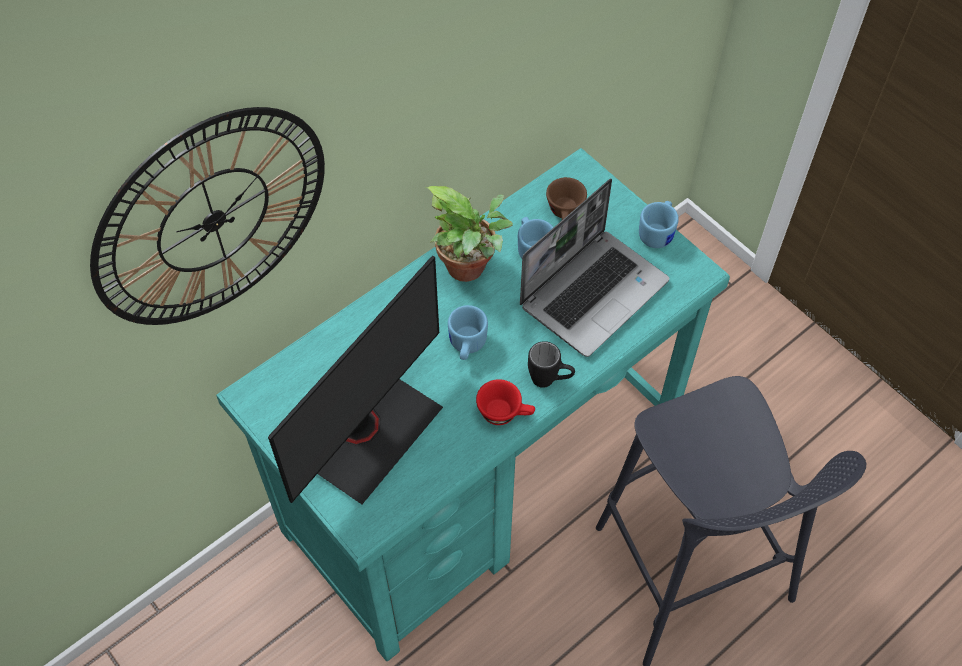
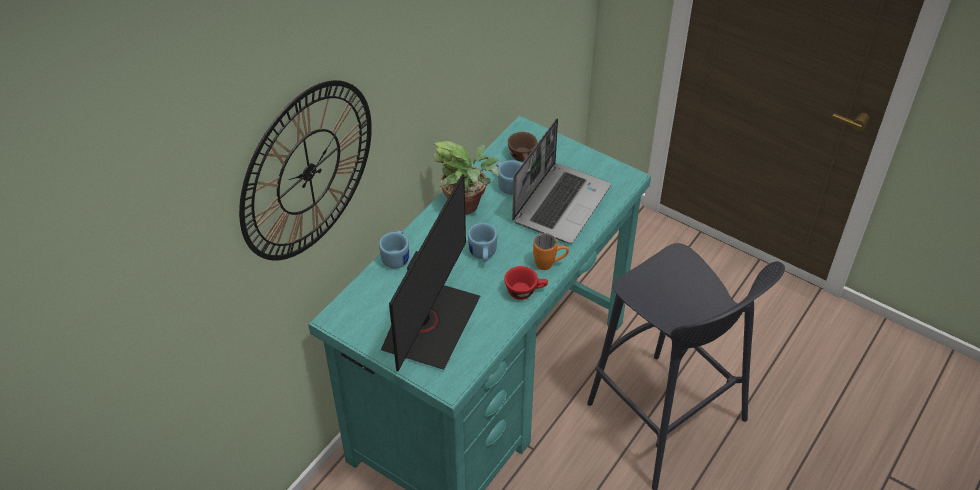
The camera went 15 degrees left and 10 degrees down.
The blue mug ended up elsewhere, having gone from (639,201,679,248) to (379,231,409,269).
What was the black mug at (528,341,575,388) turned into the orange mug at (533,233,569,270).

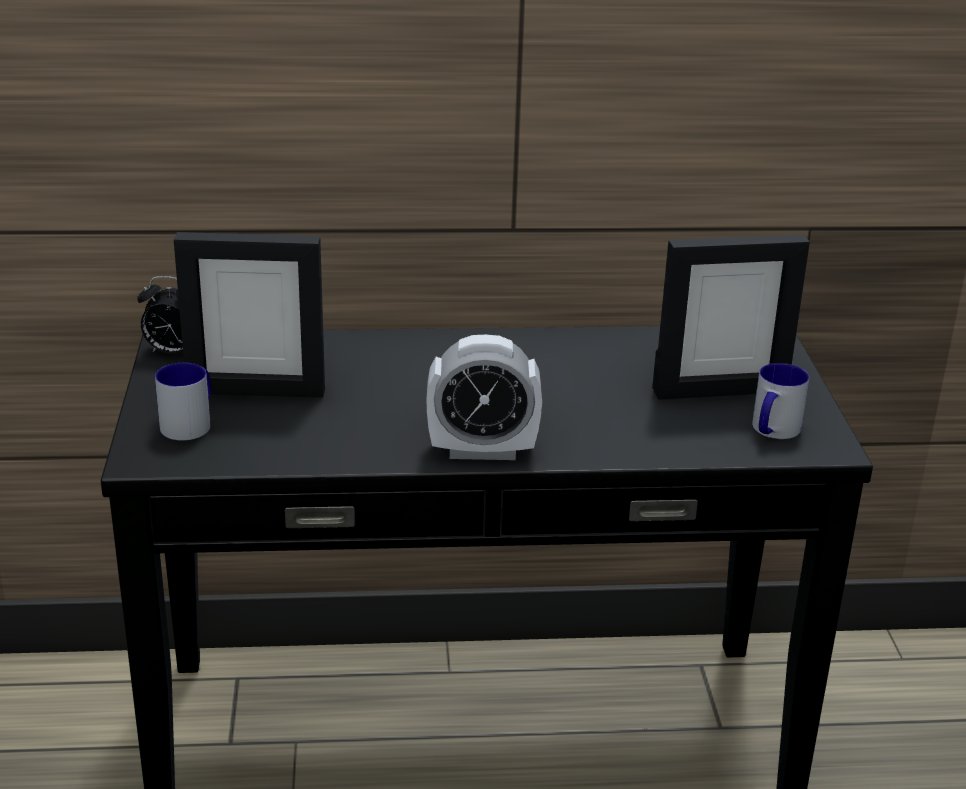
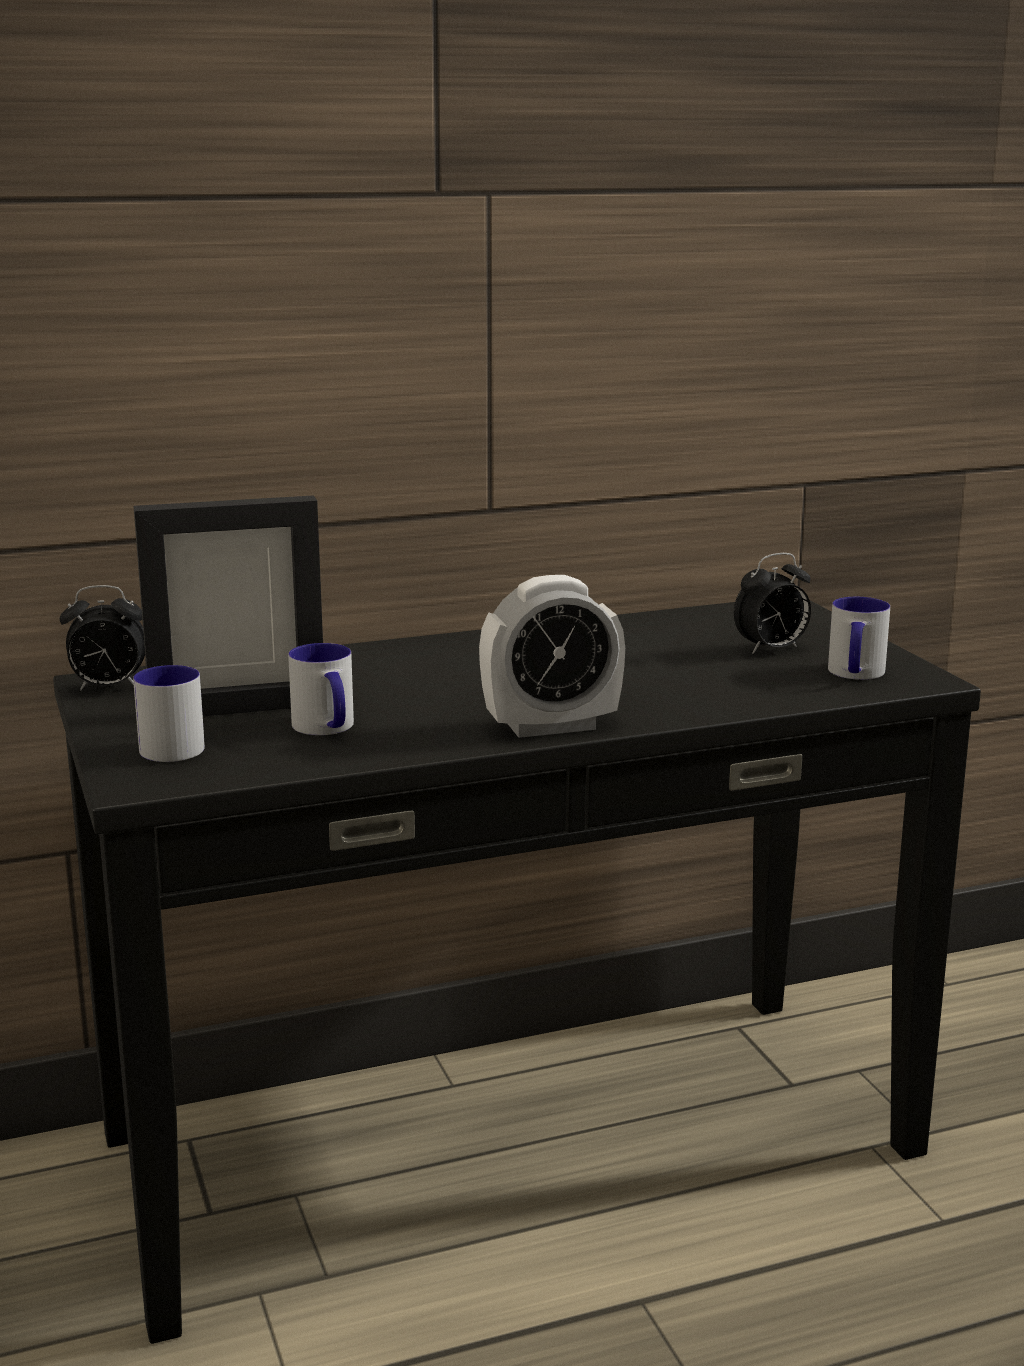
The camera went 15 degrees left and 10 degrees down.
The second view gained the mug at (288,643,354,735).
Where the picture frame stood at (652,235,810,400), the alarm clock came to stand at (734,553,811,654).

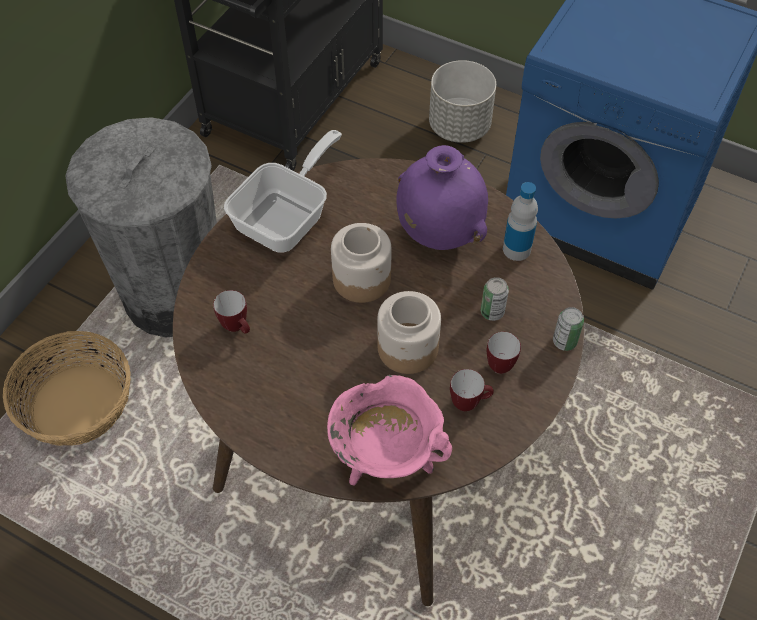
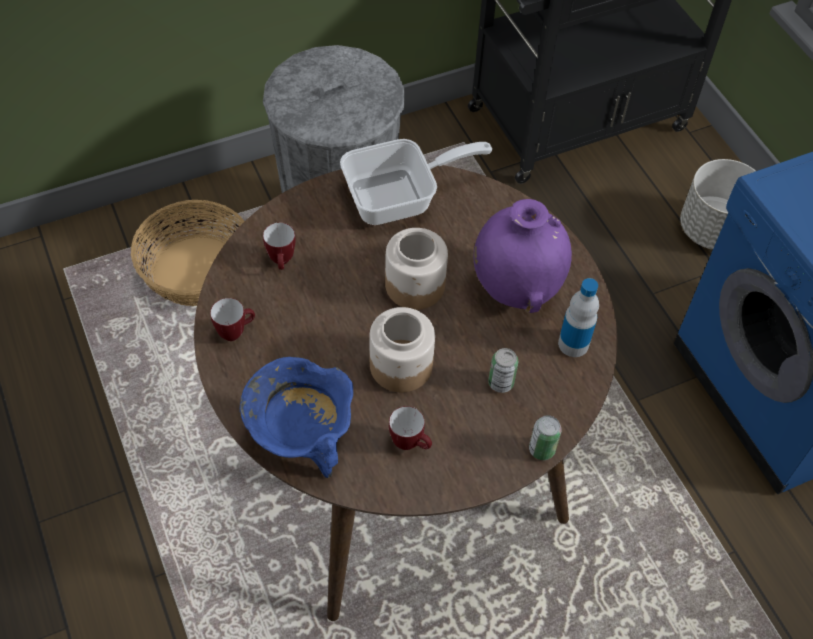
The camera went 35 degrees right and 0 degrees up.
The mug ended up elsewhere, having gone from (486,332,521,374) to (210,298,255,341).
What was the pink cooking pot at (327,375,452,486) turned into the blue cooking pot at (240,357,353,478).

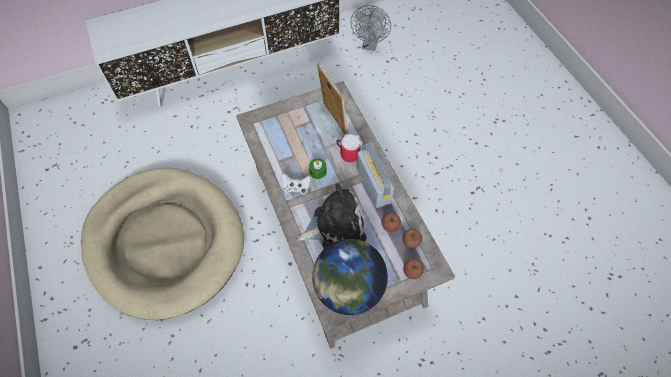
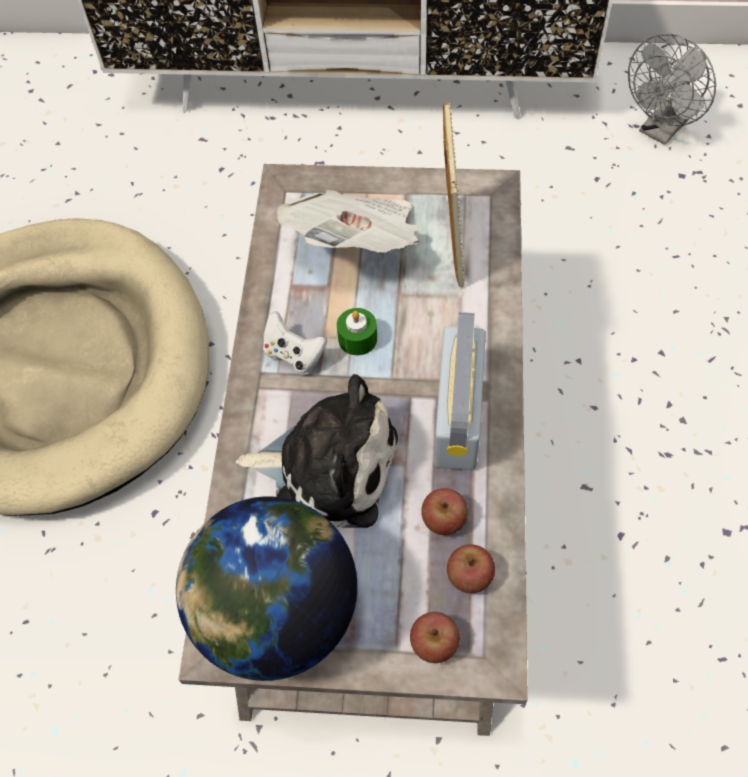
The camera went 30 degrees right and 0 degrees up.
The second view gained the newspaper at (277,190,420,253).
The second view lost the mug at (336,134,361,162).

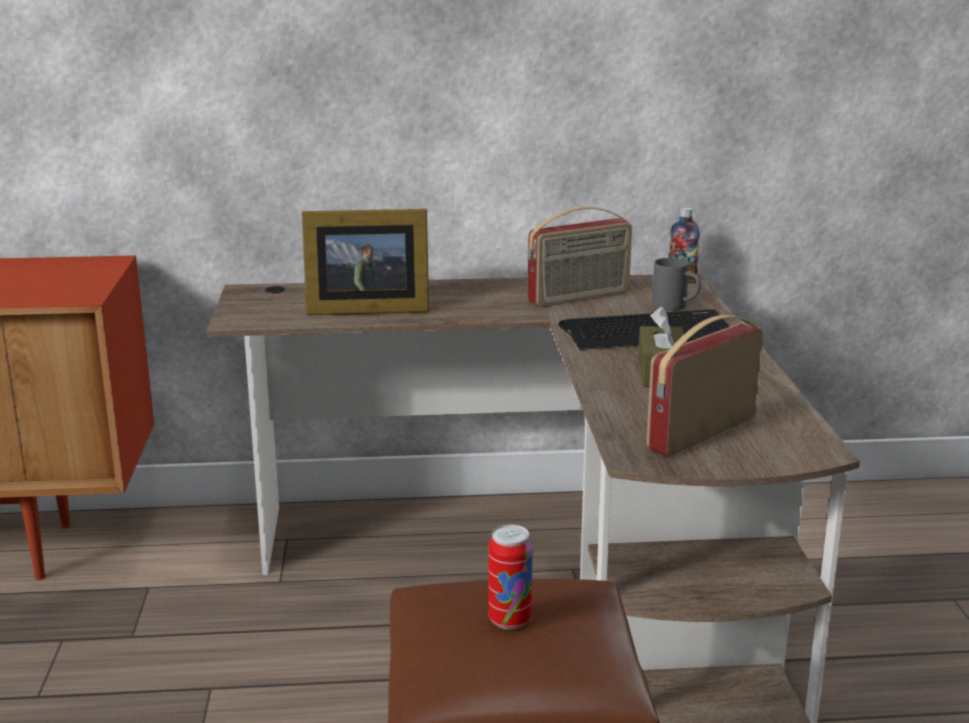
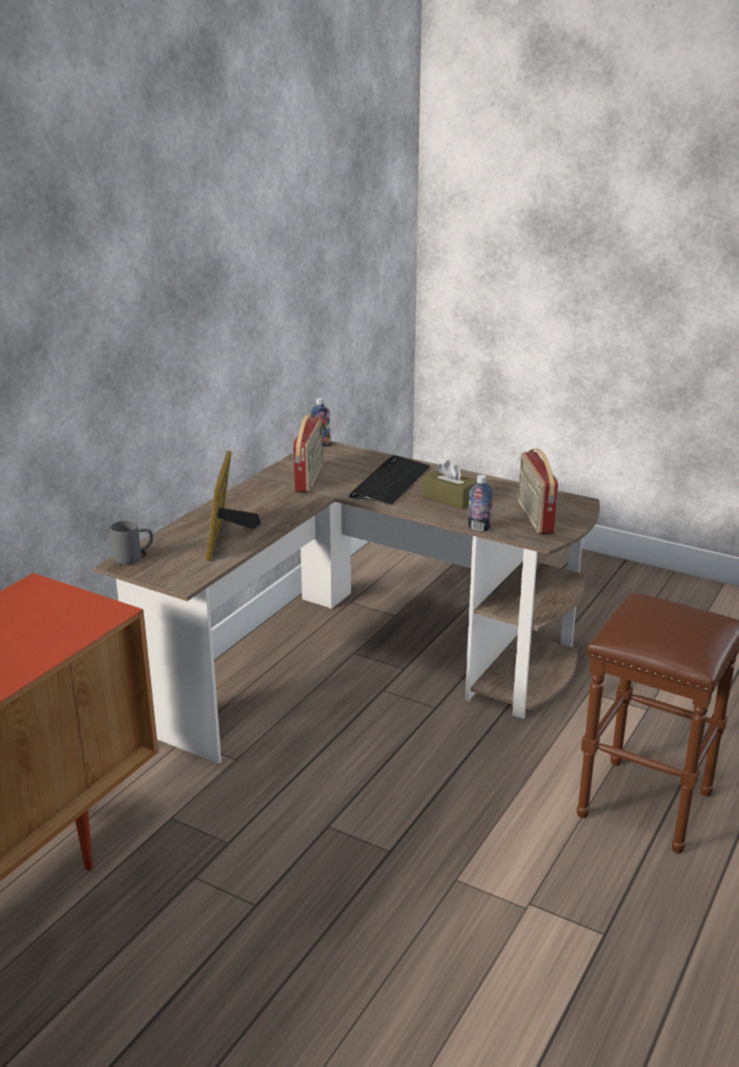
The camera went 55 degrees left and 5 degrees up.
The grey mug ended up elsewhere, having gone from (652,258,701,311) to (110,521,153,565).
The picture frame at (302,209,429,315) ended up facing another way, 150 degrees clockwise from before.
The second view gained the bottle at (468,474,493,531).
The second view lost the can at (488,525,533,630).

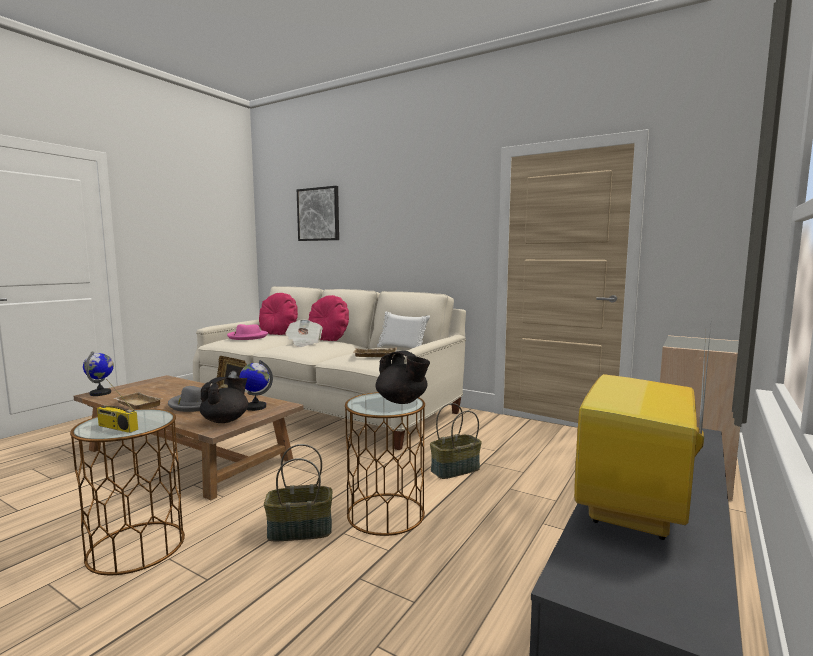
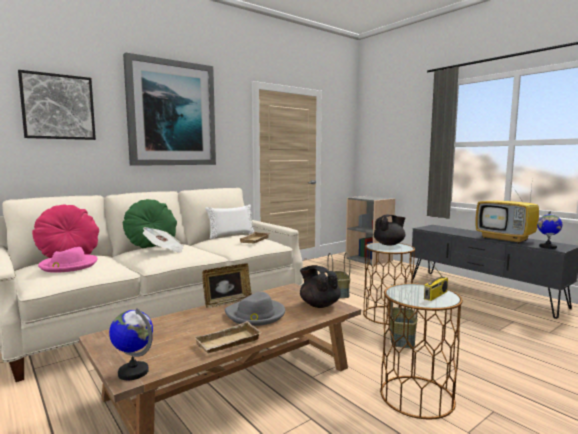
The camera went 70 degrees left and 0 degrees up.
The second view gained the picture at (123,53,216,166).
What was the pink pillow at (309,295,349,341) turned into the green pillow at (123,199,177,248).
The globe ended up elsewhere, having gone from (239,360,273,411) to (537,211,562,249).

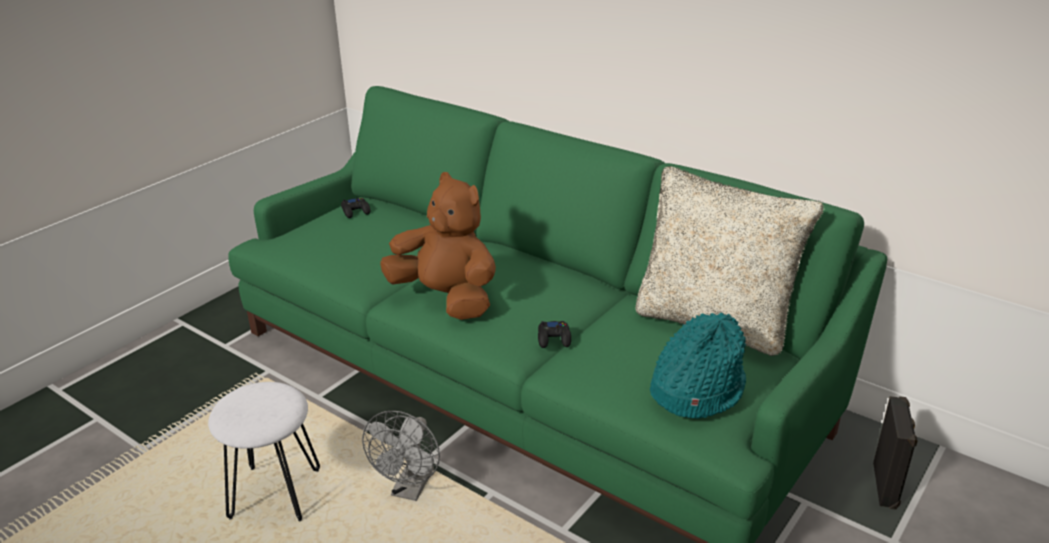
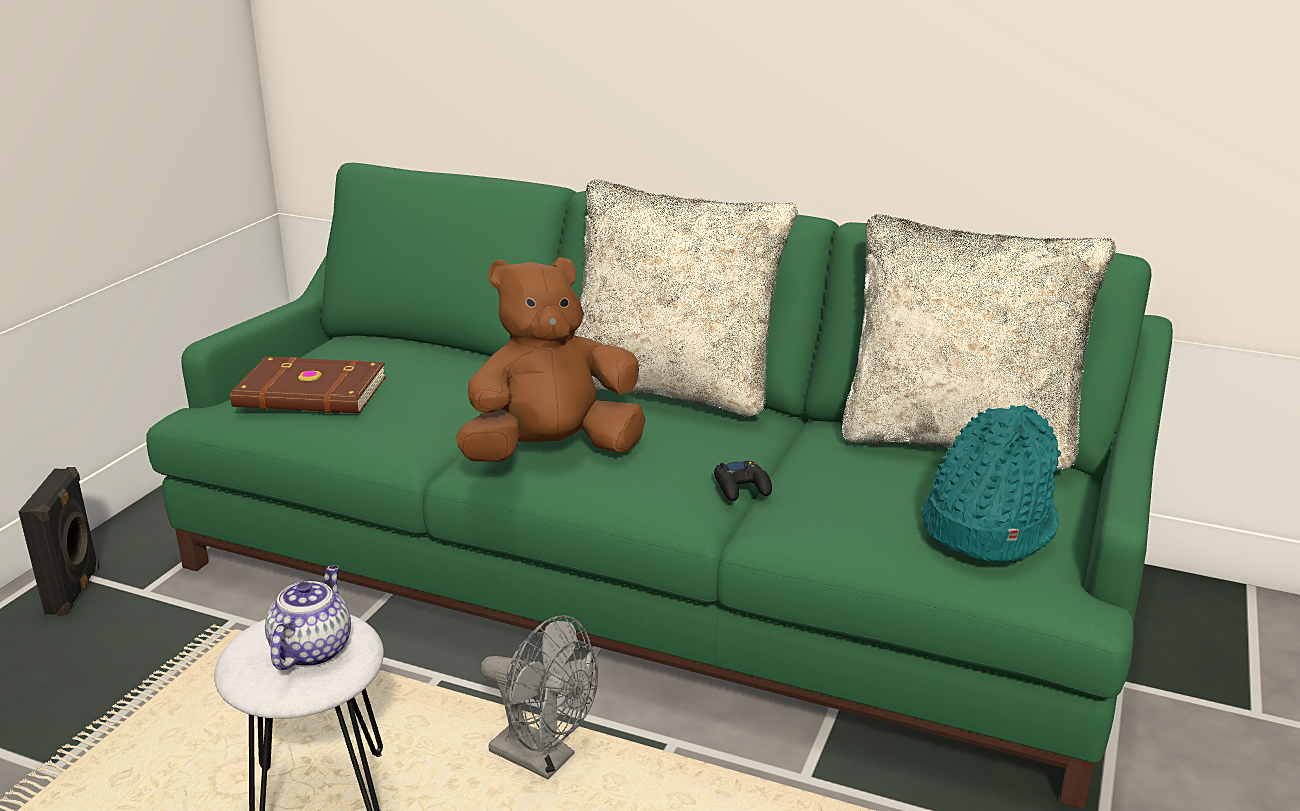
The camera went 15 degrees left and 5 degrees down.
The black speaker ended up elsewhere, having gone from (873,396,918,510) to (19,467,100,616).
The second view gained the brown book at (230,356,386,414).
The second view gained the teapot at (265,565,351,670).
The brown plush toy at (380,172,496,320) ended up facing another way, 45 degrees counterclockwise from before.
The grey fan at (362,411,440,501) ended up facing another way, 60 degrees counterclockwise from before.
The second view gained the beige pillow at (574,179,799,417).
The second view lost the black game controller at (341,198,370,218).

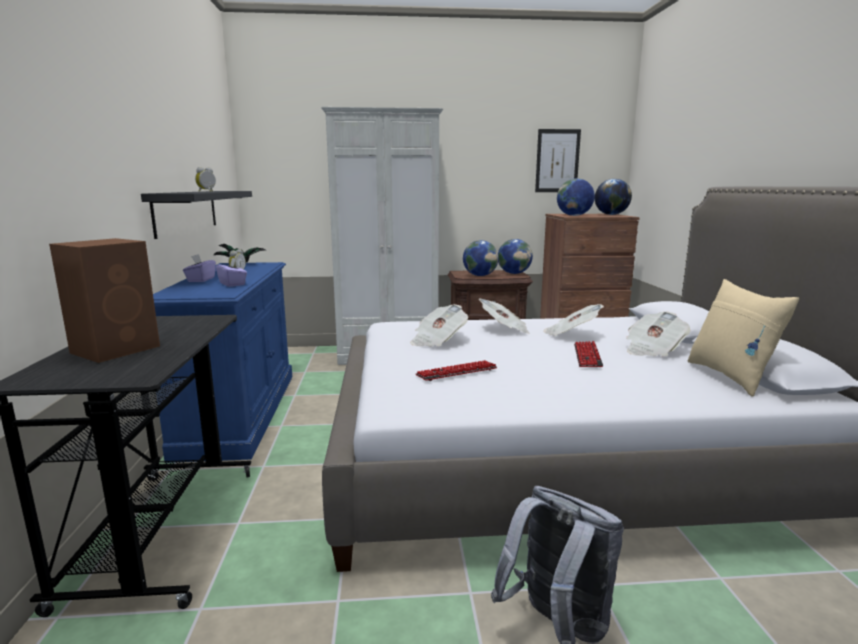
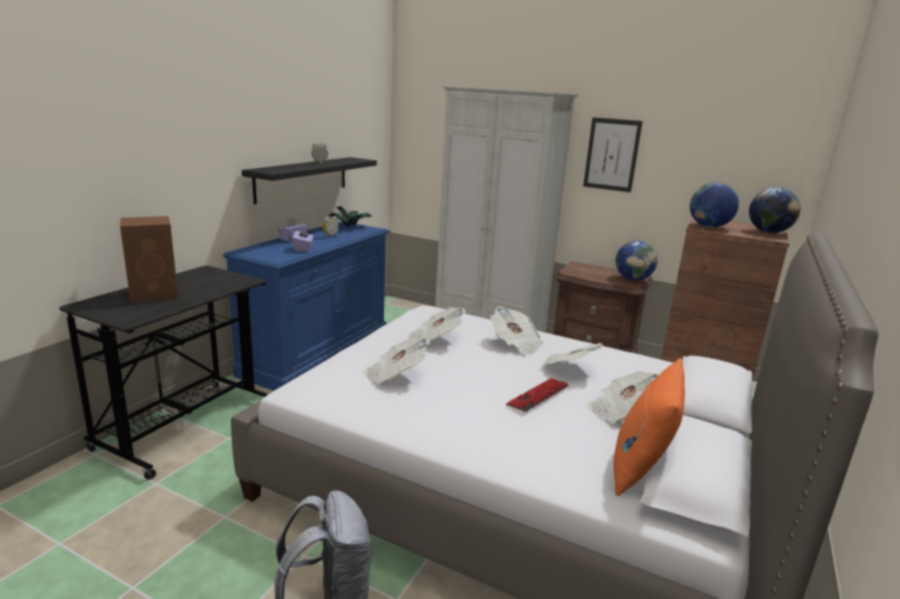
The camera went 30 degrees right and 5 degrees up.
Where the keyboard stood at (416,360,497,381), the newspaper came to stand at (363,337,430,384).
The picture ended up elsewhere, having gone from (535,129,581,192) to (583,117,643,192).
What was the beige pillow at (688,279,799,396) turned into the orange pillow at (613,358,685,496).
The second view lost the globe at (463,240,499,276).

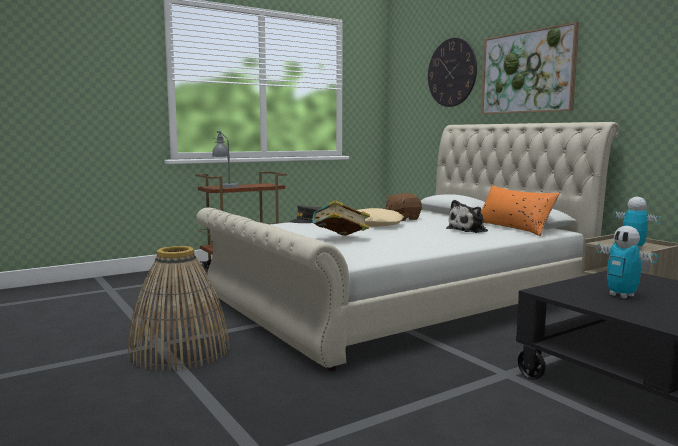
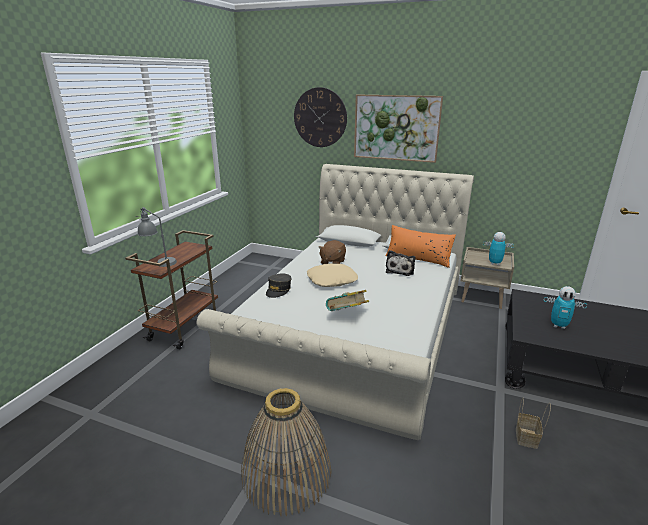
The camera went 35 degrees left and 15 degrees up.
The second view gained the basket at (516,398,551,449).

